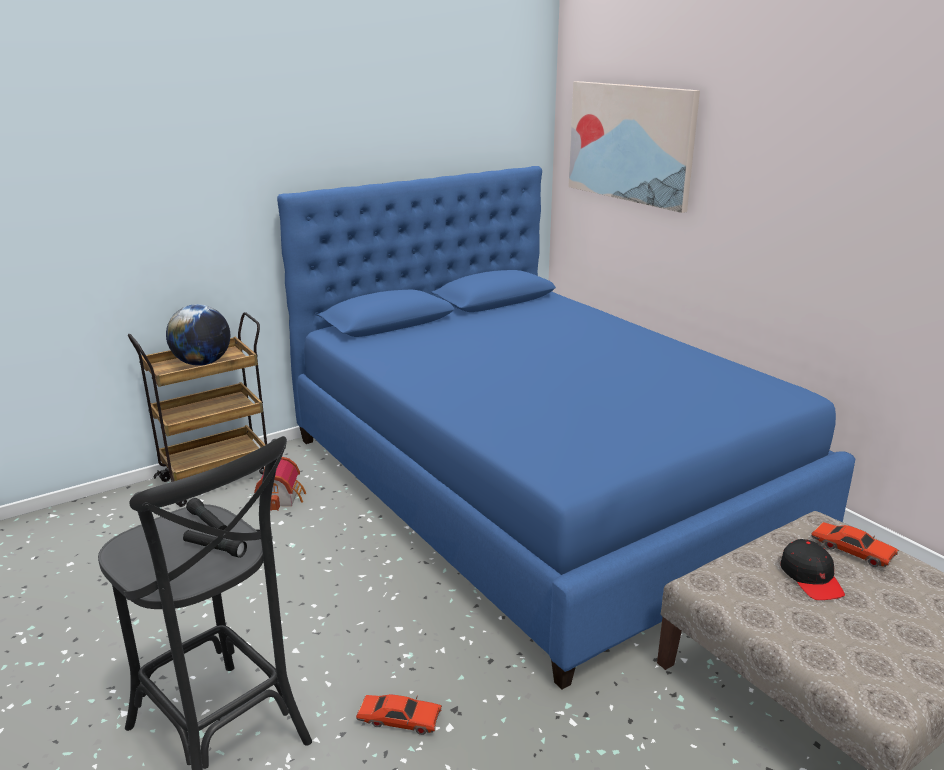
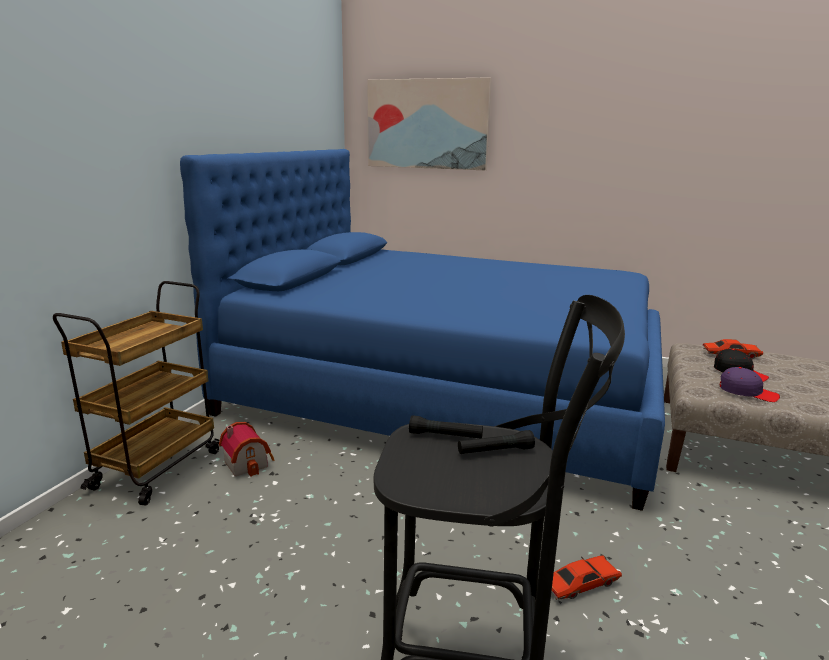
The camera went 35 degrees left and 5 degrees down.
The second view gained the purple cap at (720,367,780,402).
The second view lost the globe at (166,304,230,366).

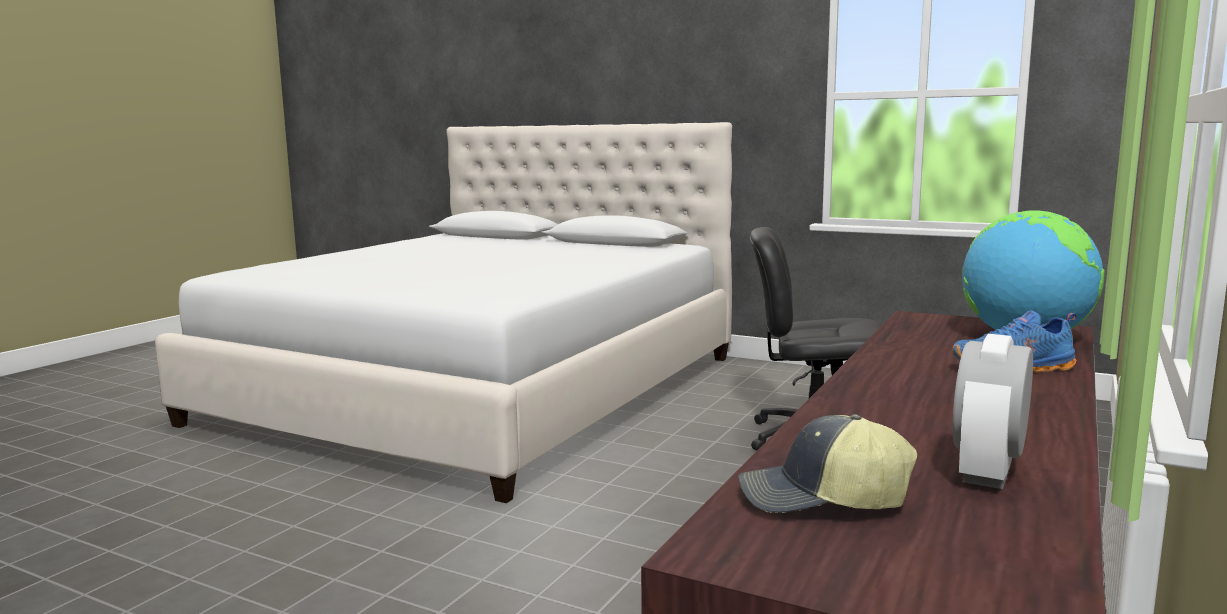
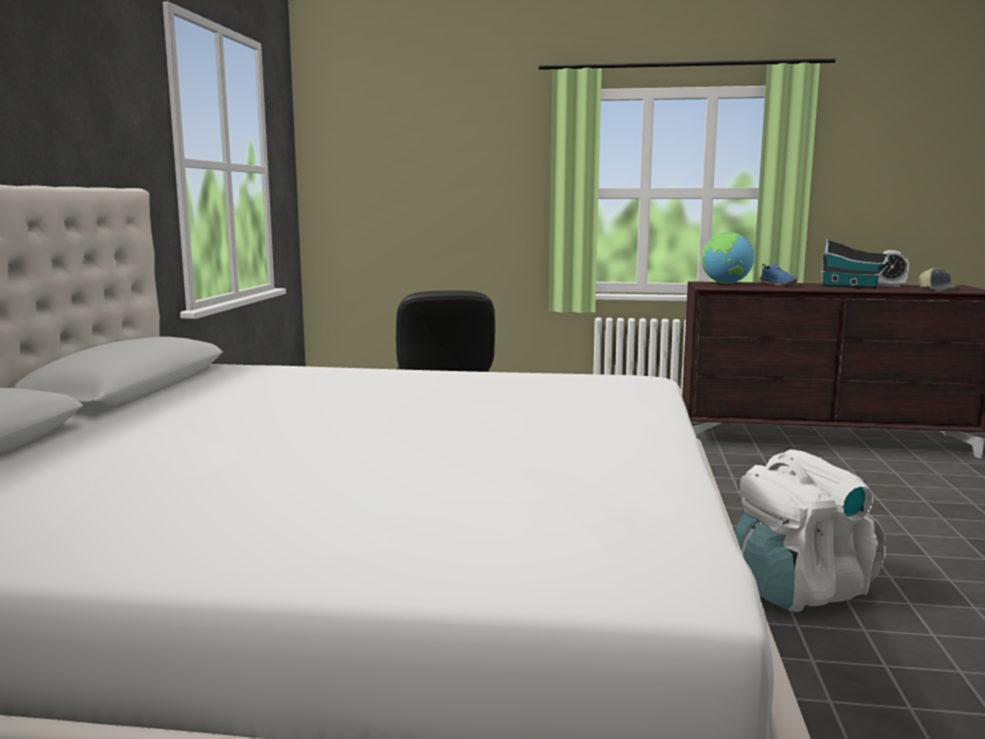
The camera went 110 degrees left and 0 degrees up.
The second view gained the white backpack at (734,449,886,612).
The second view gained the toy house at (821,240,890,289).

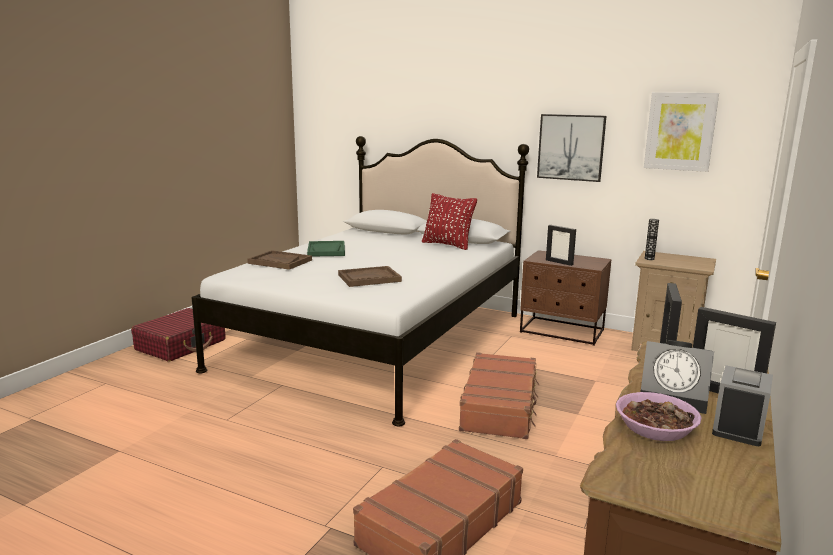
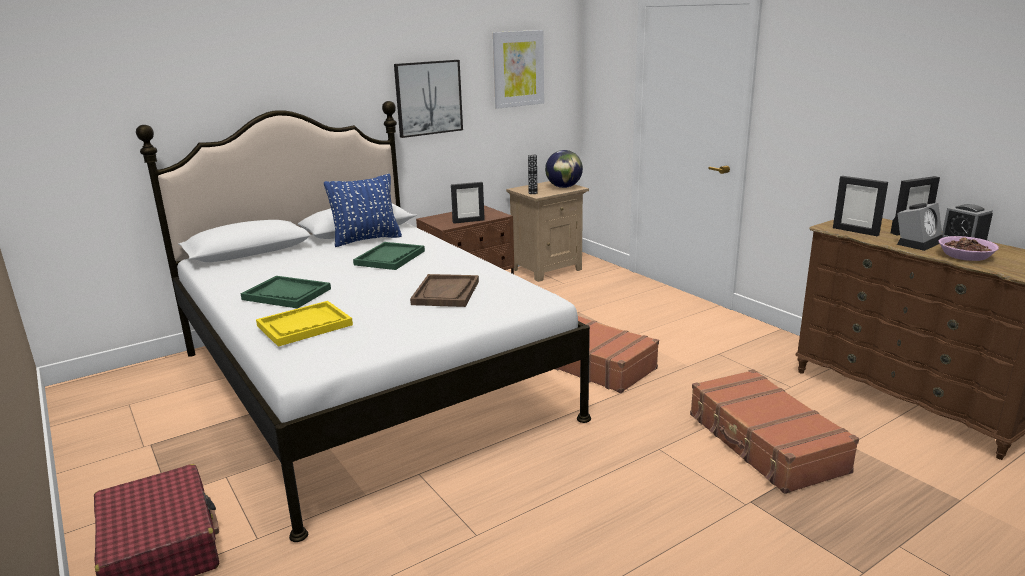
The camera went 60 degrees left and 5 degrees up.
What was the brown tray at (247,250,312,270) turned into the yellow tray at (256,301,353,347).
What was the red pillow at (422,193,477,250) turned into the blue pillow at (324,174,402,247).
The second view gained the green tray at (353,242,425,270).
The second view gained the globe at (545,150,583,188).

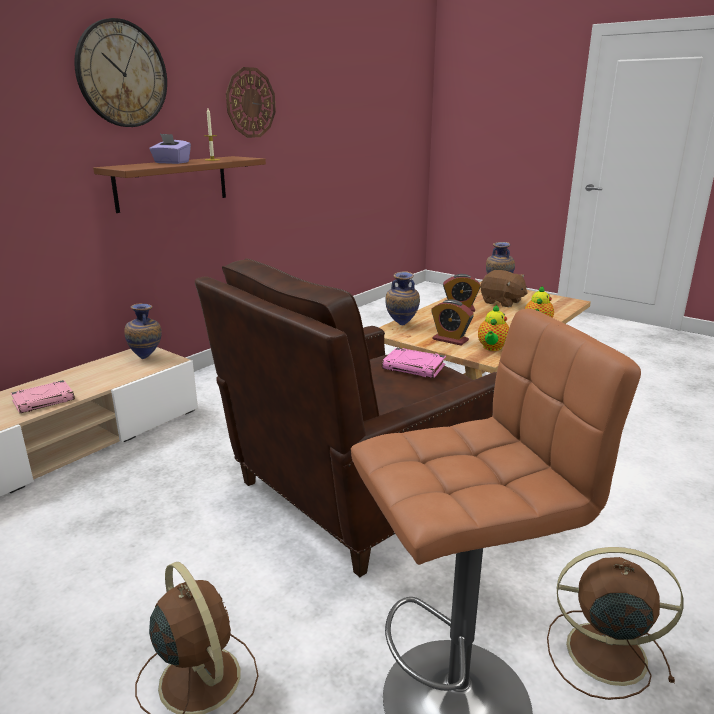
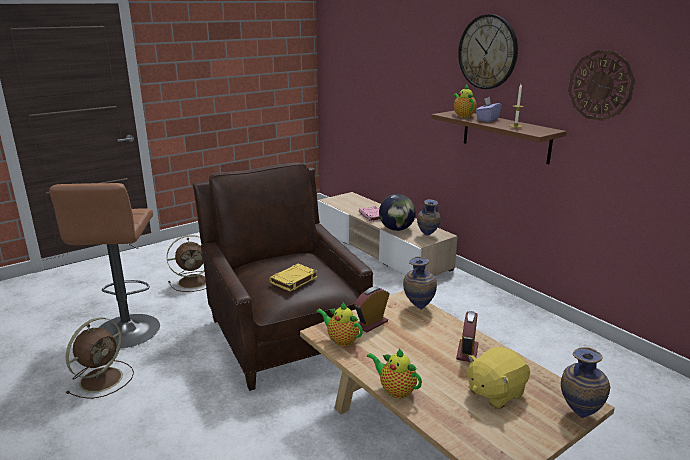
The camera went 105 degrees right and 0 degrees up.
What was the pink book at (382,348,446,378) turned into the yellow book at (269,264,318,291).
The second view gained the globe at (379,194,416,231).
The second view gained the teapot at (454,84,477,118).
What was the brown plush toy at (481,270,528,308) turned into the yellow plush toy at (468,347,530,409).

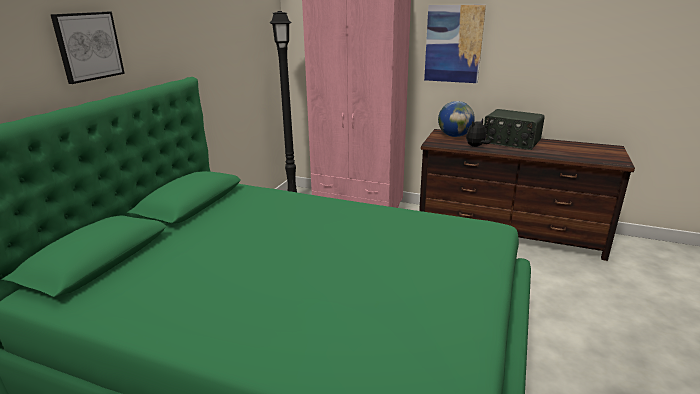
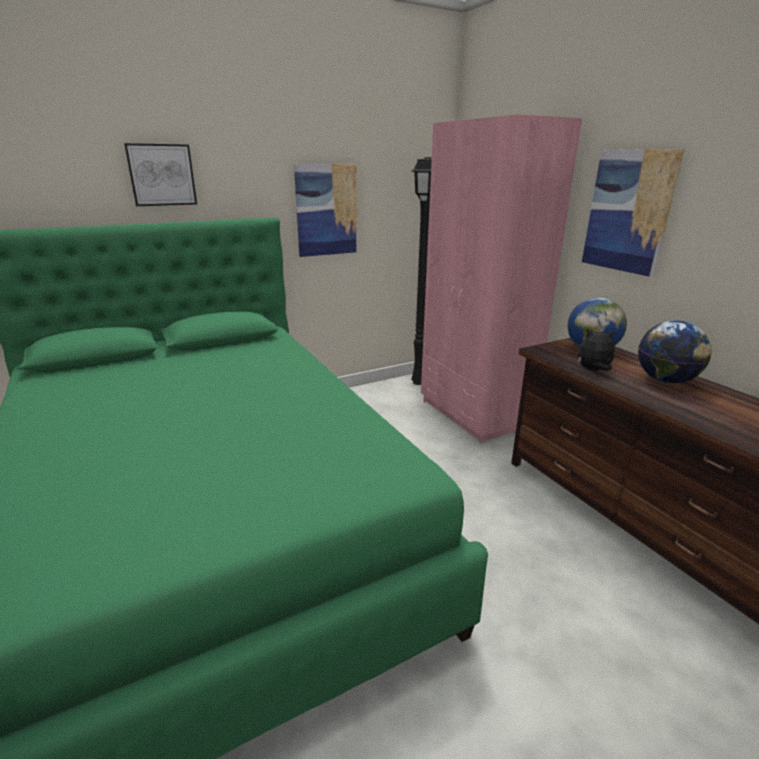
The camera went 40 degrees right and 0 degrees up.
The second view gained the picture at (294,164,358,257).
Where the radio stood at (484,109,545,150), the globe came to stand at (638,321,712,383).

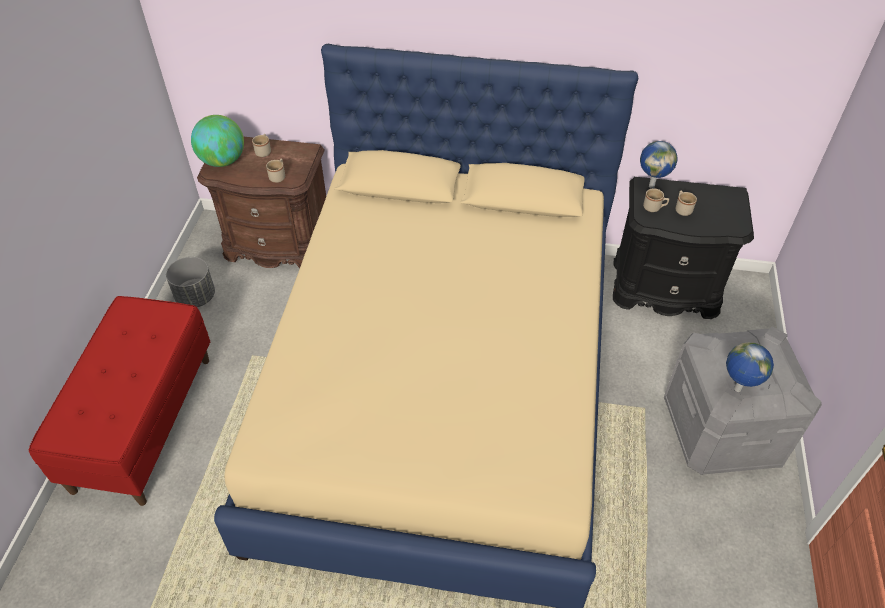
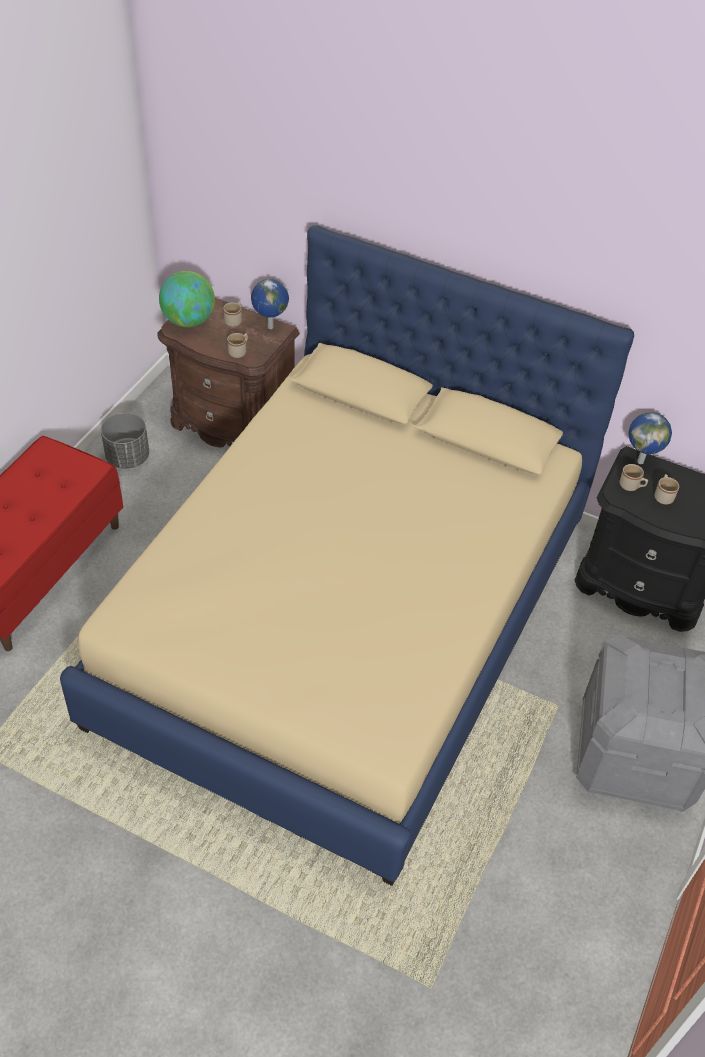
The camera went 15 degrees right and 0 degrees up.
The globe ended up elsewhere, having gone from (726,342,774,392) to (251,279,289,329).

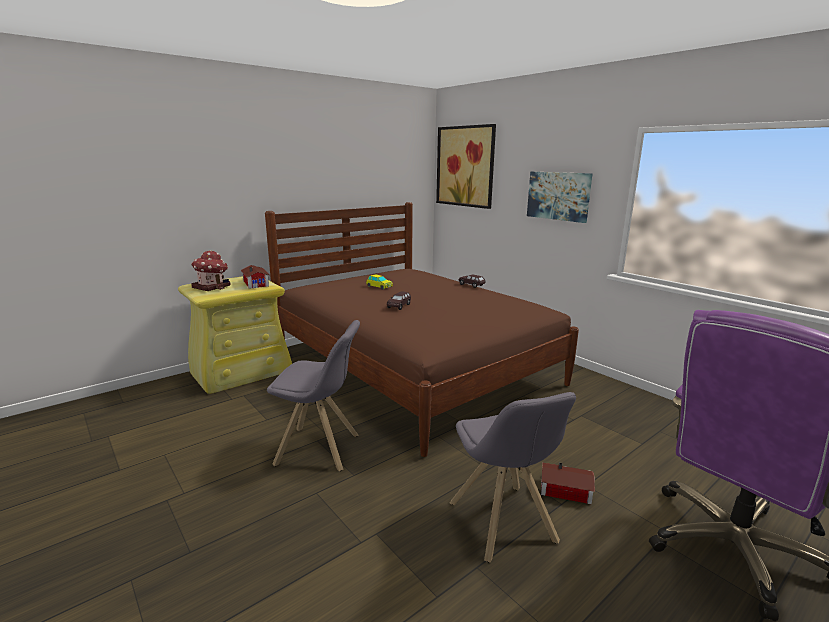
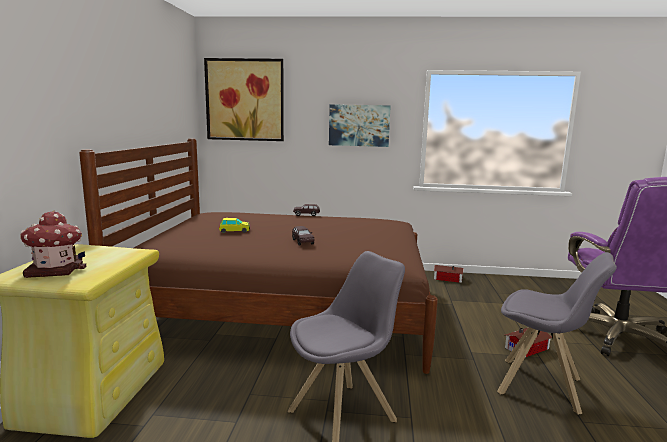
The camera went 45 degrees left and 5 degrees down.
The toy house ended up elsewhere, having gone from (241,265,269,289) to (434,265,463,283).

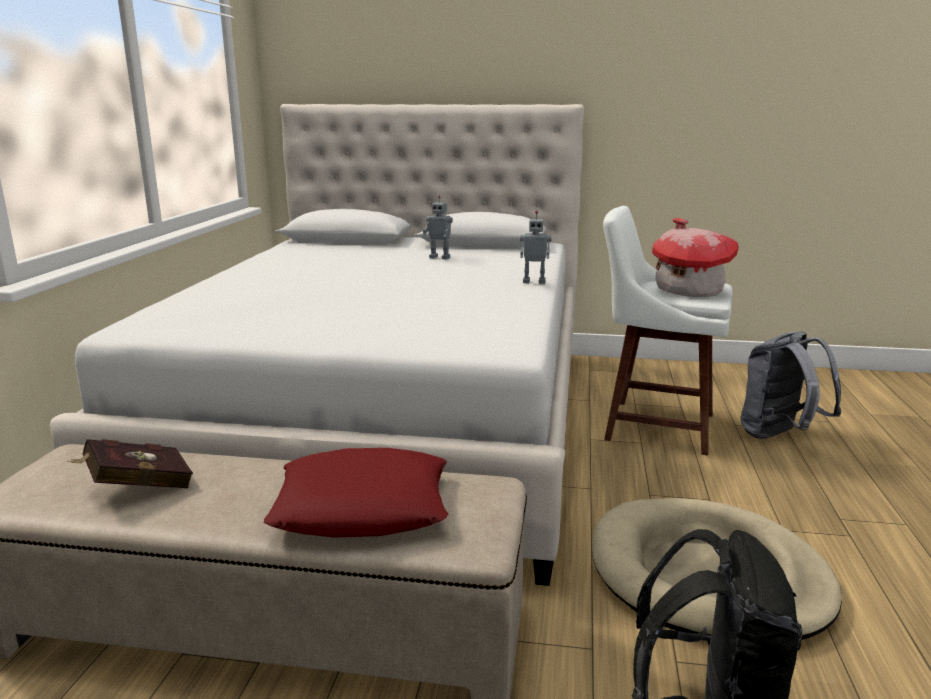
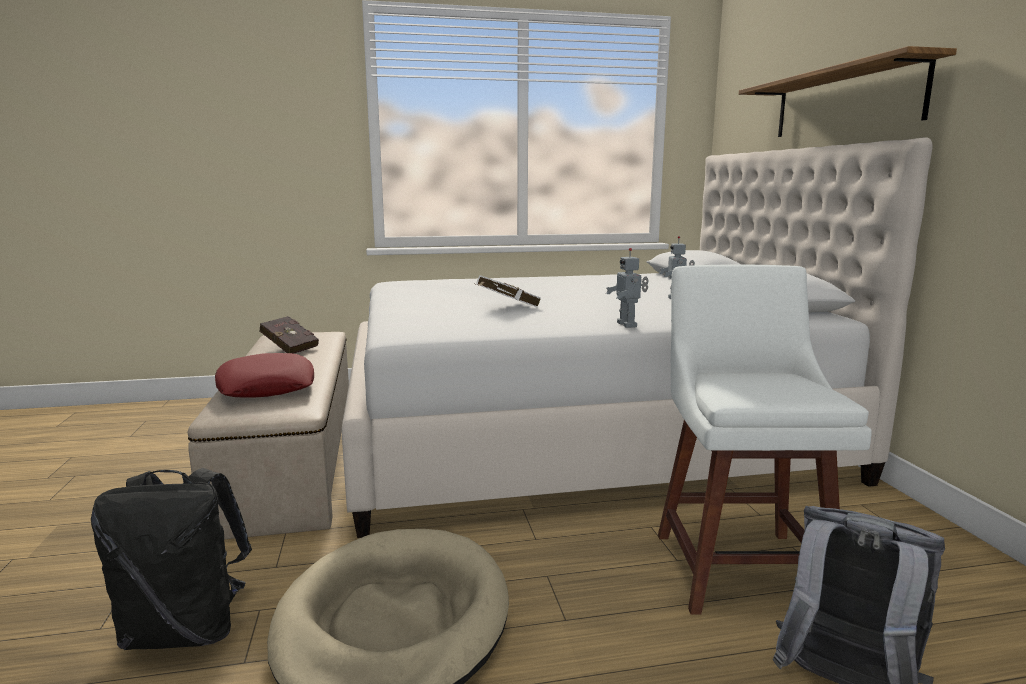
The camera went 70 degrees right and 5 degrees down.
The second view gained the white book at (473,275,541,308).
The second view gained the shelf at (739,46,957,137).
The second view lost the toy house at (652,218,739,297).

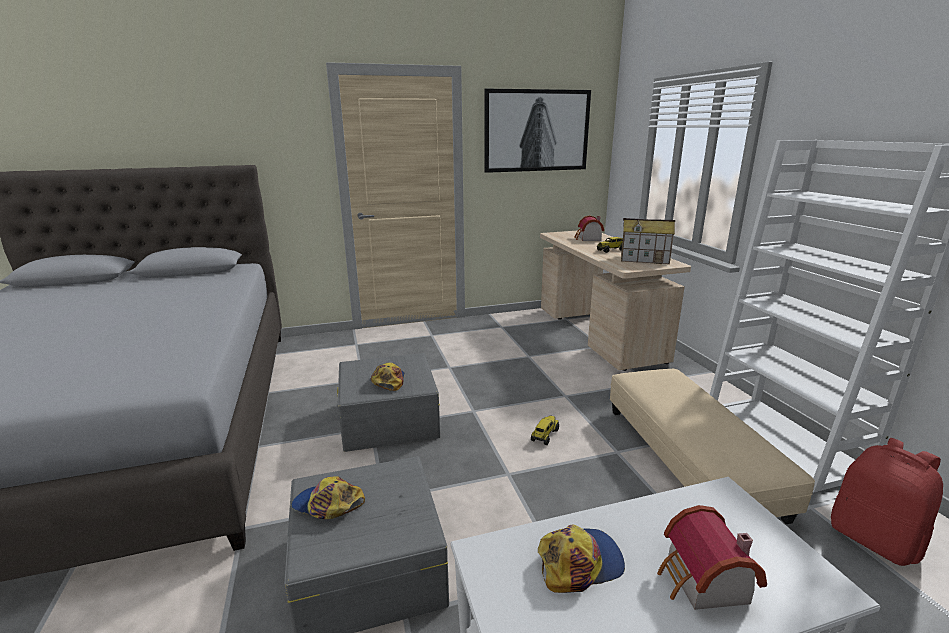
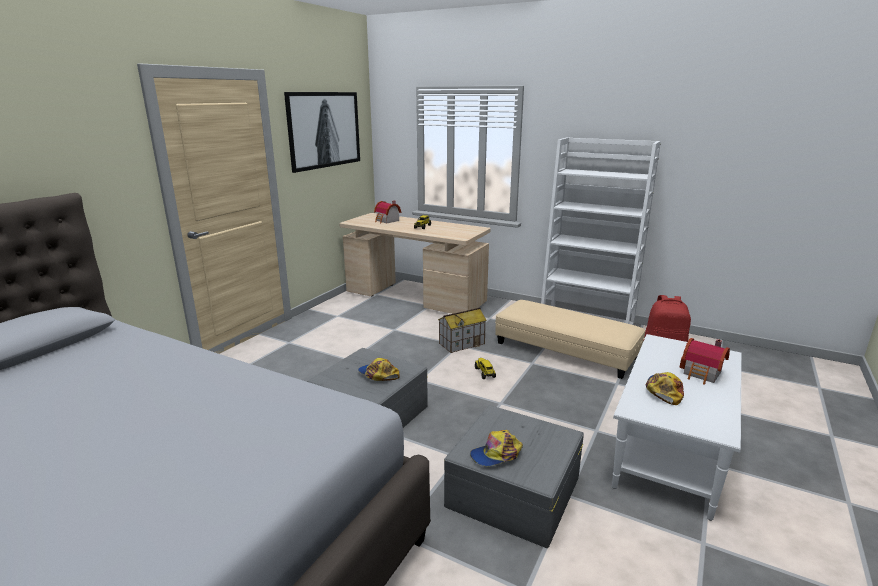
The camera went 45 degrees left and 0 degrees up.
The toy house ended up elsewhere, having gone from (621,218,675,264) to (438,308,487,353).

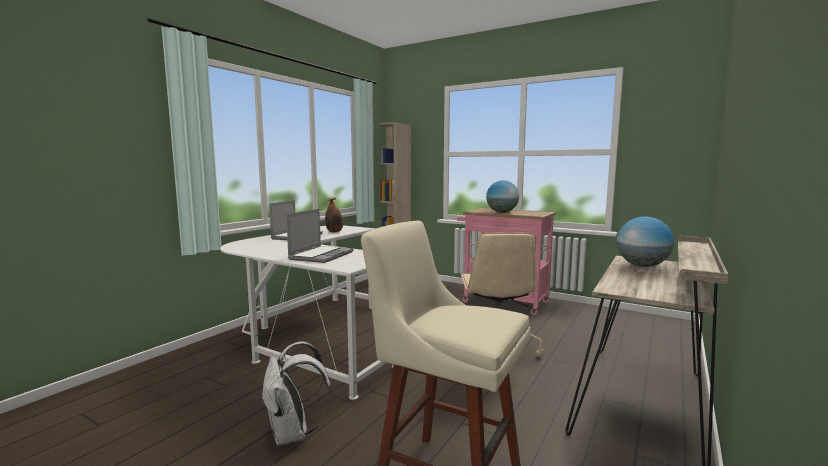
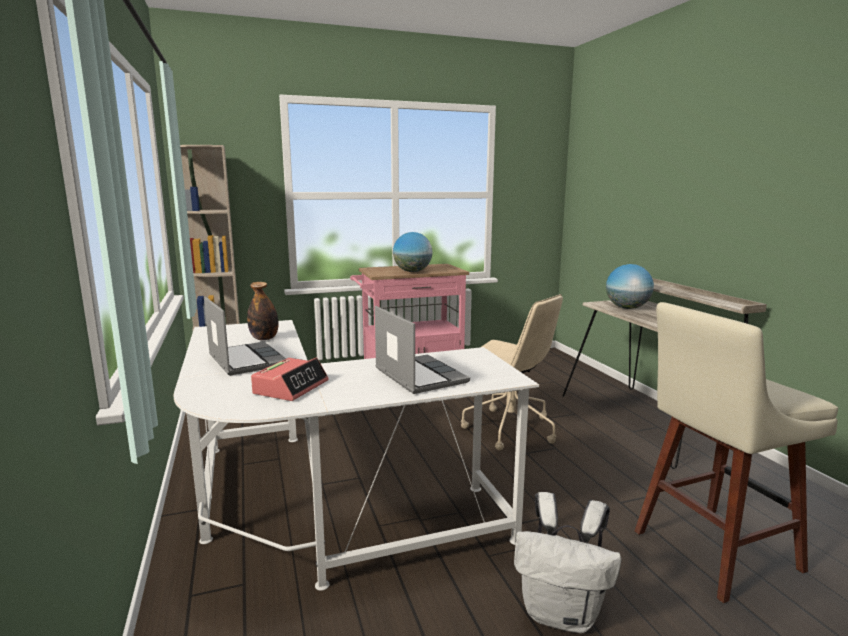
The camera went 50 degrees left and 5 degrees up.
The second view gained the alarm clock at (251,358,329,401).

